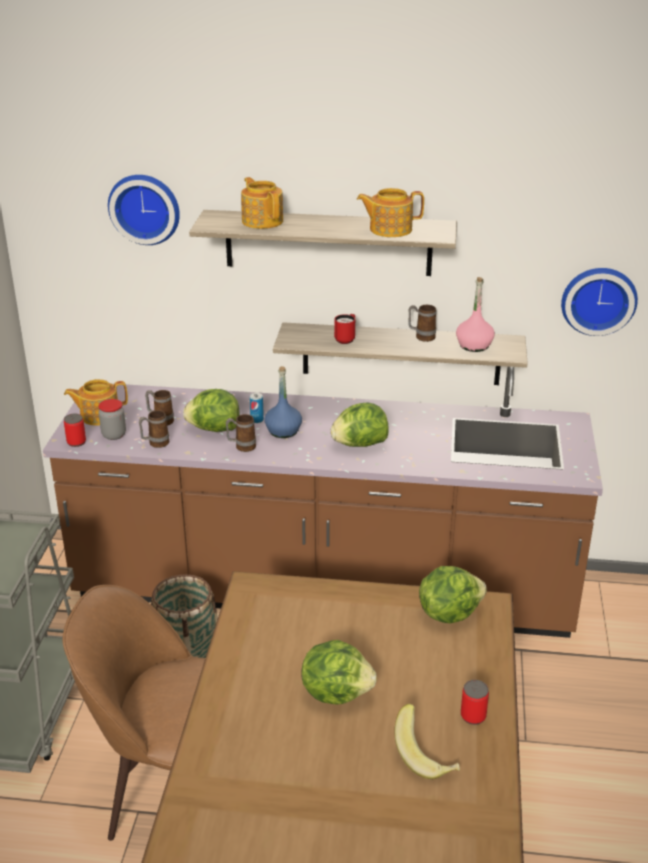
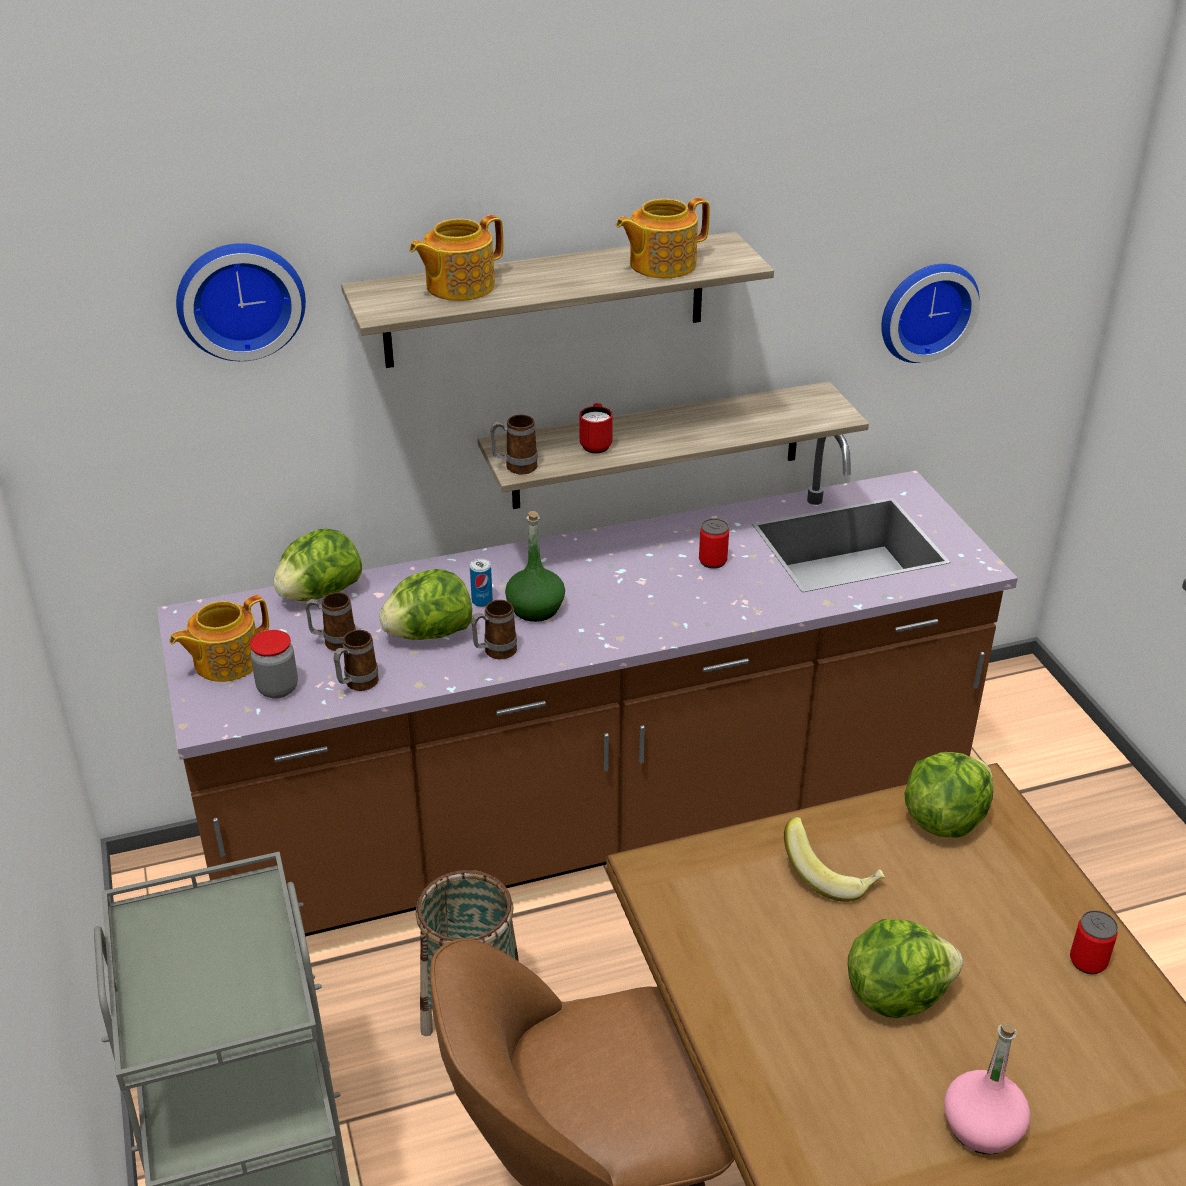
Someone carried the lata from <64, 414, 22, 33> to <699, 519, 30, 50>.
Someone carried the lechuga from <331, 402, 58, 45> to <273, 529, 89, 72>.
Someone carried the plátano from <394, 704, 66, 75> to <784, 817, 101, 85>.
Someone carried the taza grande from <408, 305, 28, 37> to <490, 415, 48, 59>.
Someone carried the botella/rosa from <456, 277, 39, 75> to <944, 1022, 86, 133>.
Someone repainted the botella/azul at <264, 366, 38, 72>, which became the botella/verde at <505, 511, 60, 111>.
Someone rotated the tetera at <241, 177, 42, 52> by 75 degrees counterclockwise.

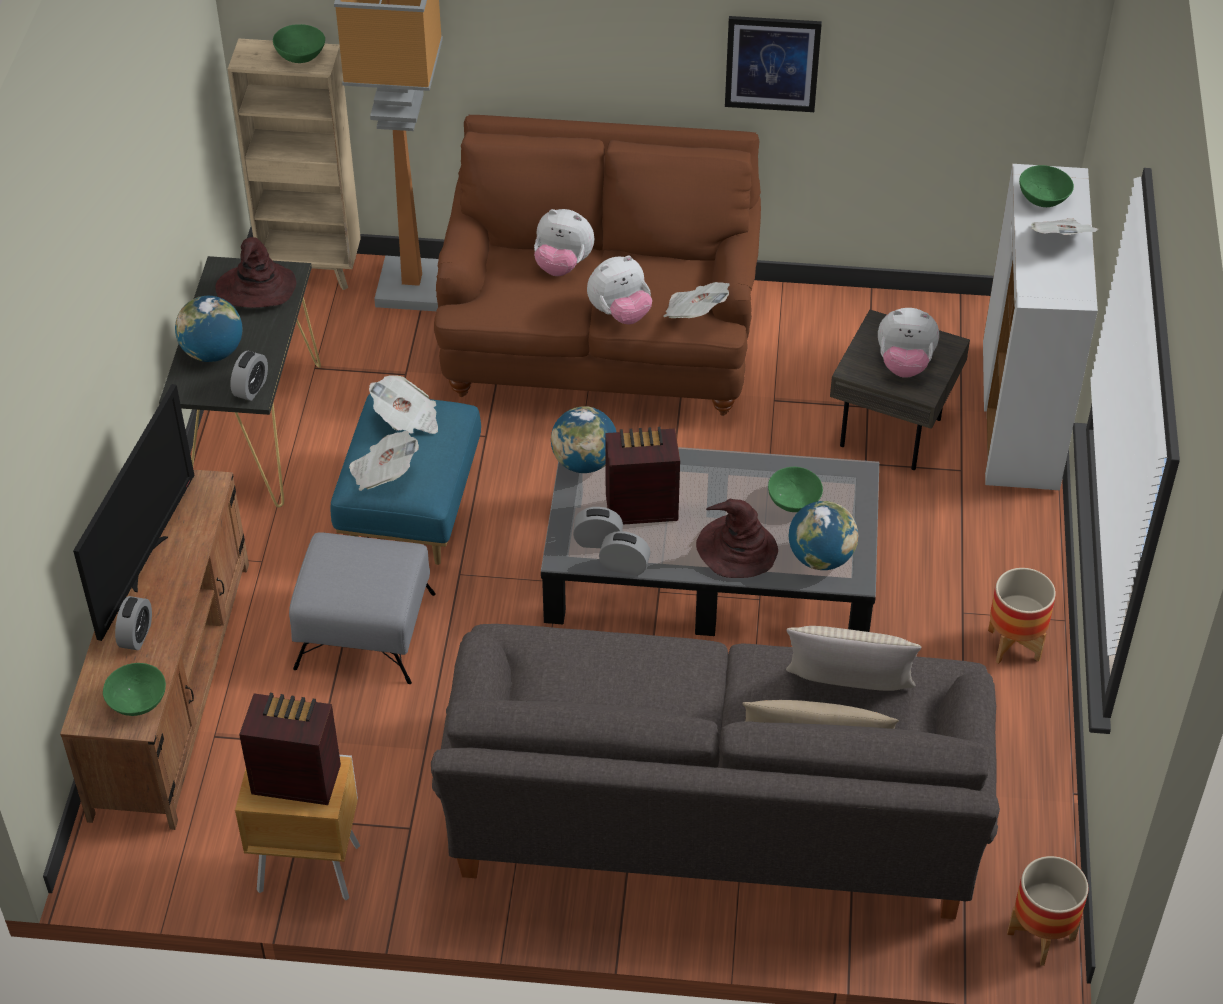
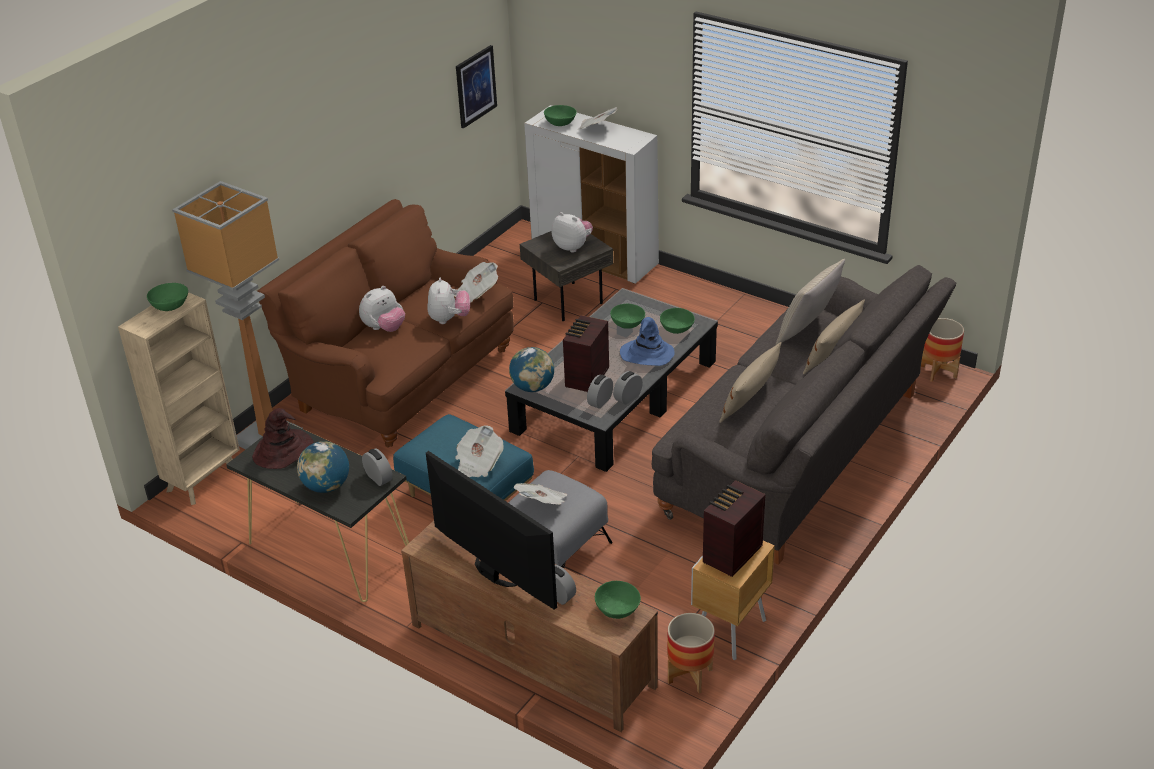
Someone put down the cojín/beis at <719, 342, 62, 81>.
Someone carried the periódico from <369, 375, 69, 59> to <514, 483, 53, 22>.
Someone carried the cuadro from <725, 16, 97, 96> to <456, 45, 41, 84>.
Someone carried the maceta from <988, 568, 68, 96> to <667, 613, 48, 80>.
Someone swapped the globo terráqueo at <789, 501, 69, 69> for the cuenco/verde at <660, 308, 35, 26>.
Someone repainted the sombrero/marrón at <696, 499, 82, 79>, which became the sombrero/azul at <620, 317, 55, 49>.
Someone rotated the peluche at <878, 308, 61, 70> by 90 degrees counterclockwise.

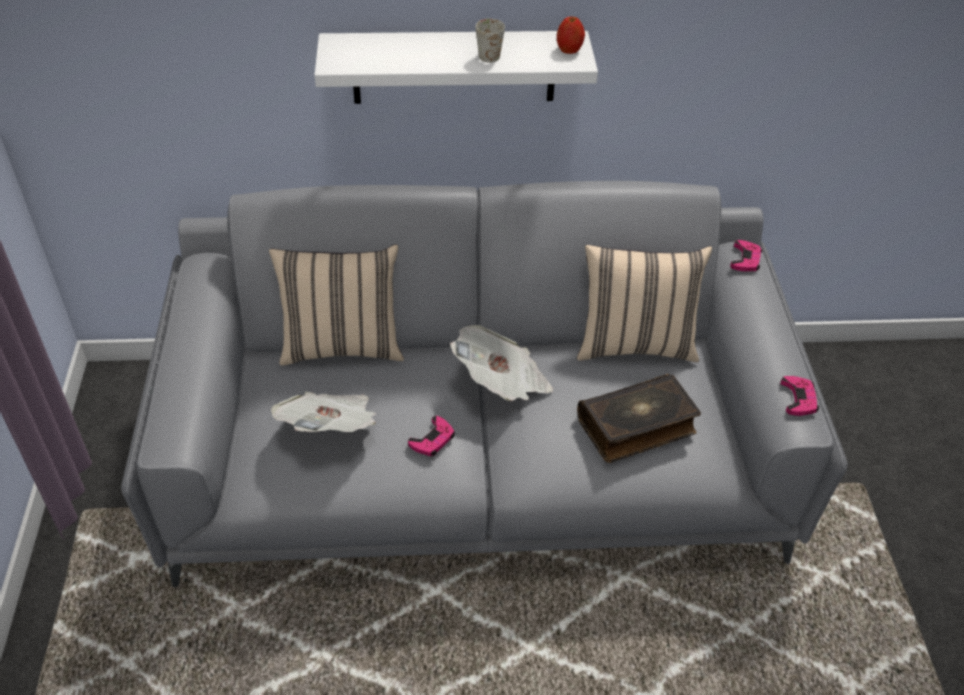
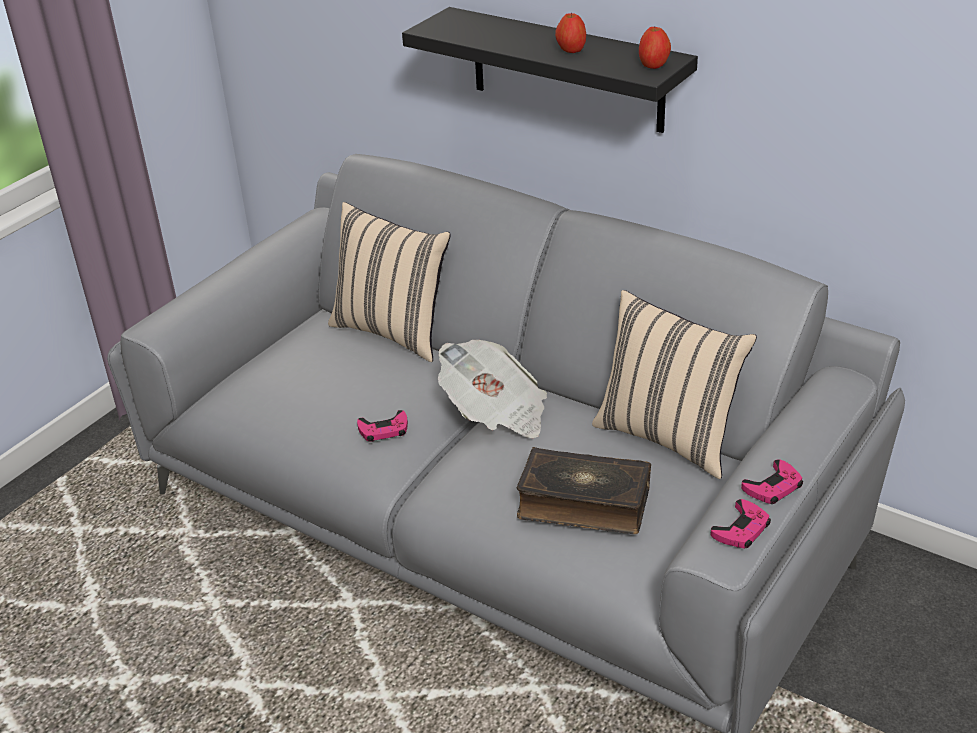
Someone took away the periódico at <271, 392, 104, 40>.
Someone carried the mando de consola/rosa from <730, 240, 32, 31> to <741, 459, 62, 45>.
Someone swapped the taza grande/blanco at <476, 19, 29, 44> for the manzana at <555, 13, 31, 40>.
Someone repainted the estante/blanco at <314, 31, 284, 73>, which became the estante/negro at <402, 7, 296, 126>.

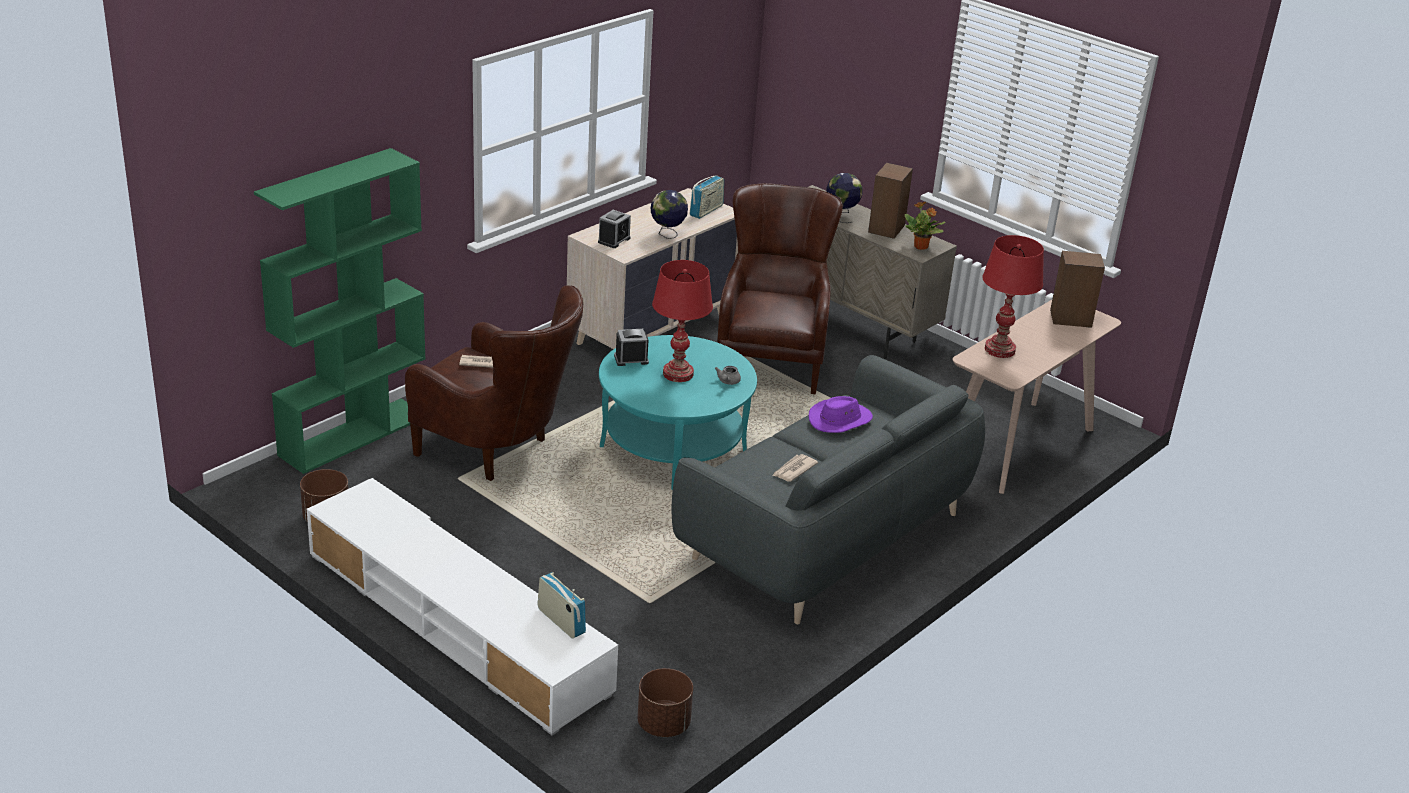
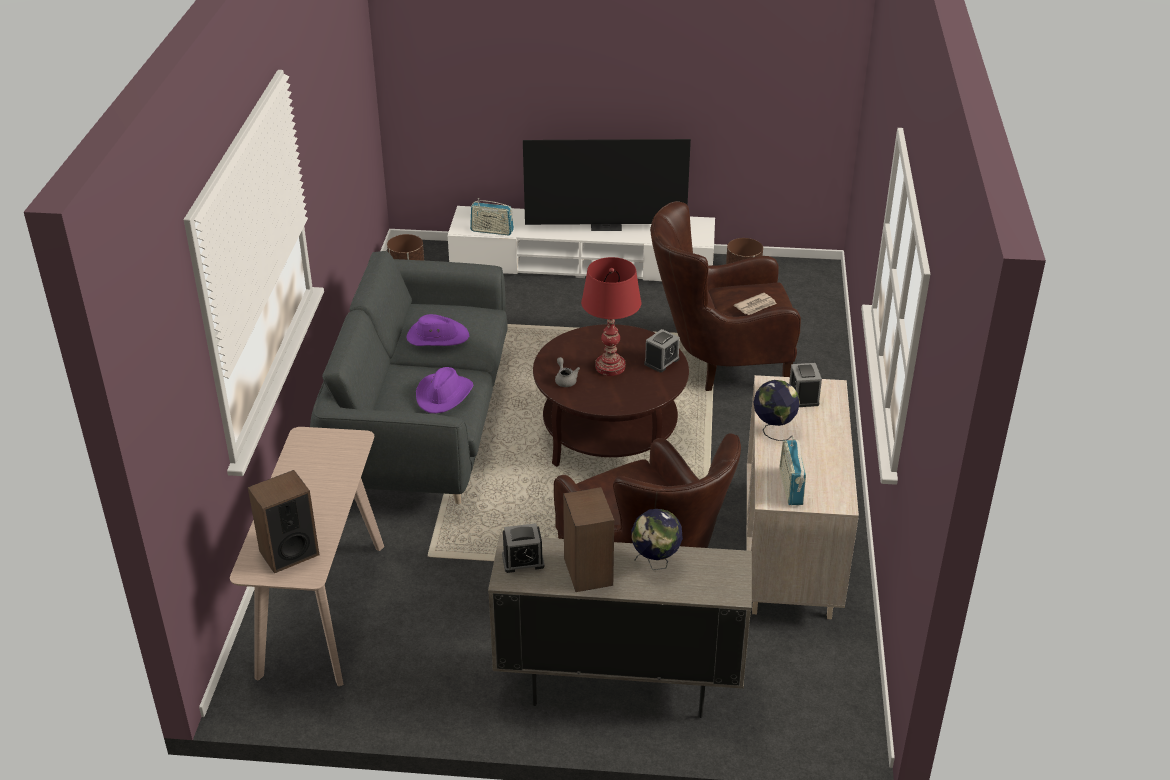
Someone took away the estantería/verde at <254, 148, 172, 326>.
Someone took away the lámpara de mesa/rojo at <982, 235, 62, 123>.
Someone put down the televisor at <523, 139, 168, 92>.
Someone swapped the periódico at <772, 454, 46, 28> for the sombrero/morado at <407, 314, 62, 32>.
Someone swapped the planta en maceta at <905, 202, 41, 48> for the despertador at <502, 523, 43, 50>.
Someone repainted the mesa de centro/turquesa at <599, 335, 158, 155>, which became the mesa de centro/marrón at <533, 324, 156, 143>.

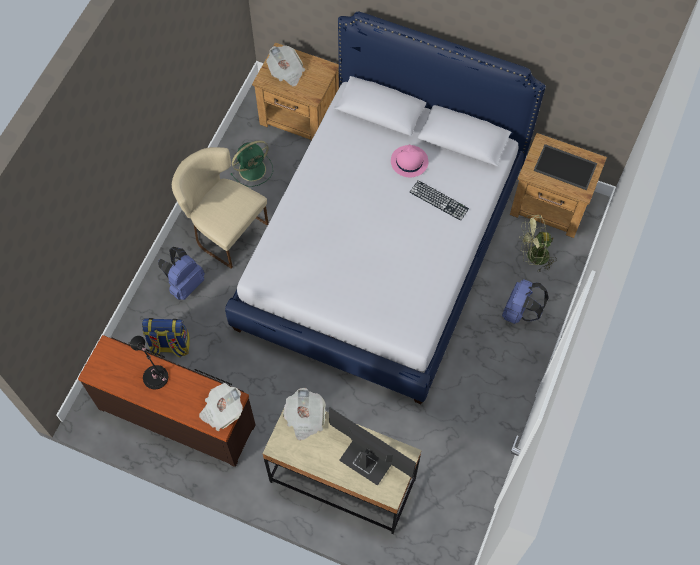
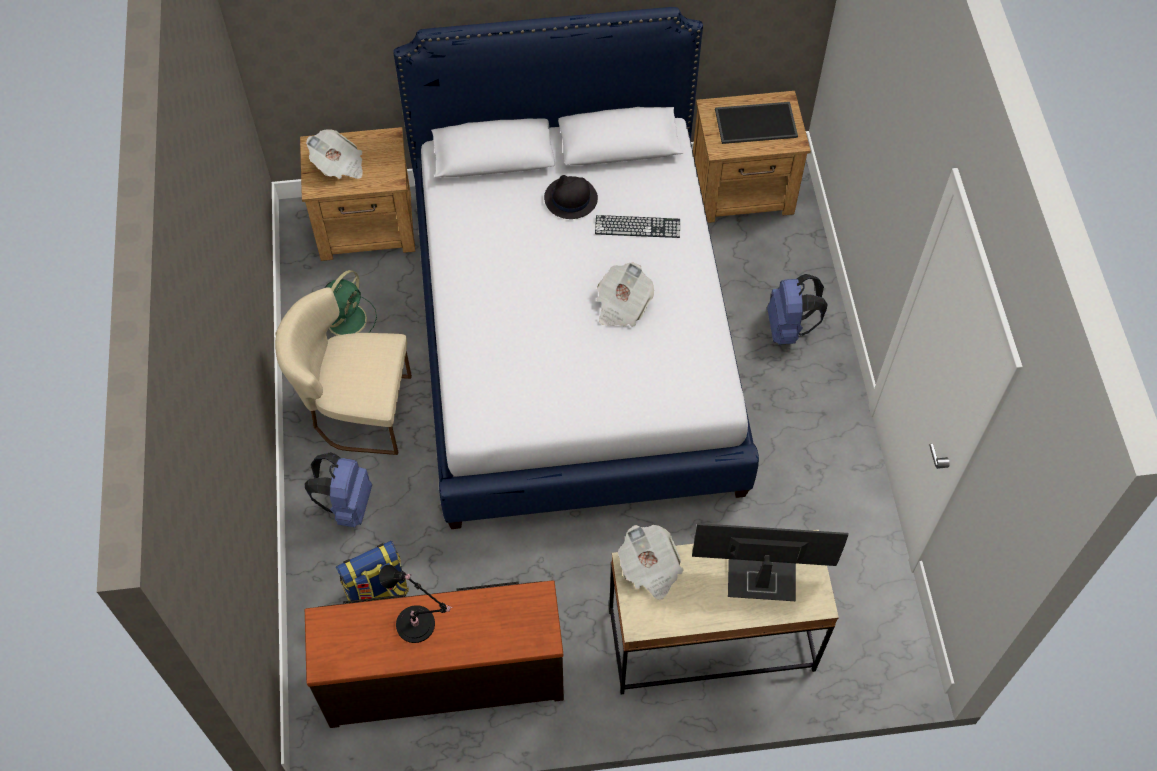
Someone took away the ventilador/verde at <519, 215, 38, 57>.
Someone carried the periódico from <199, 383, 44, 48> to <597, 262, 57, 65>.
Someone repainted the sombrero/rosa at <391, 145, 37, 32>, which became the sombrero/negro at <544, 175, 54, 44>.

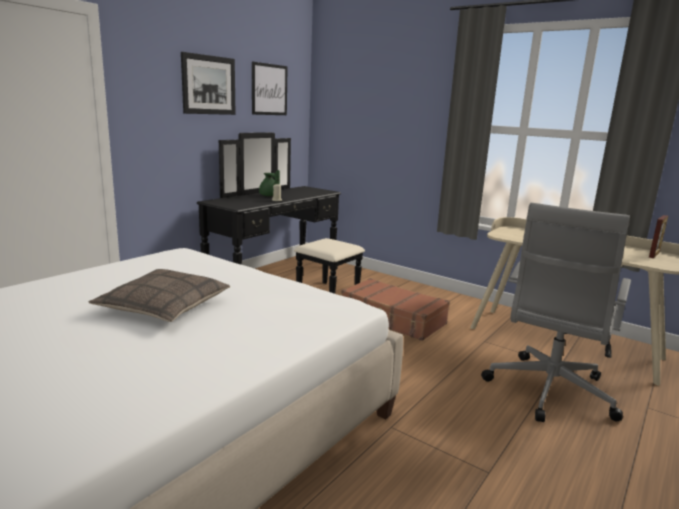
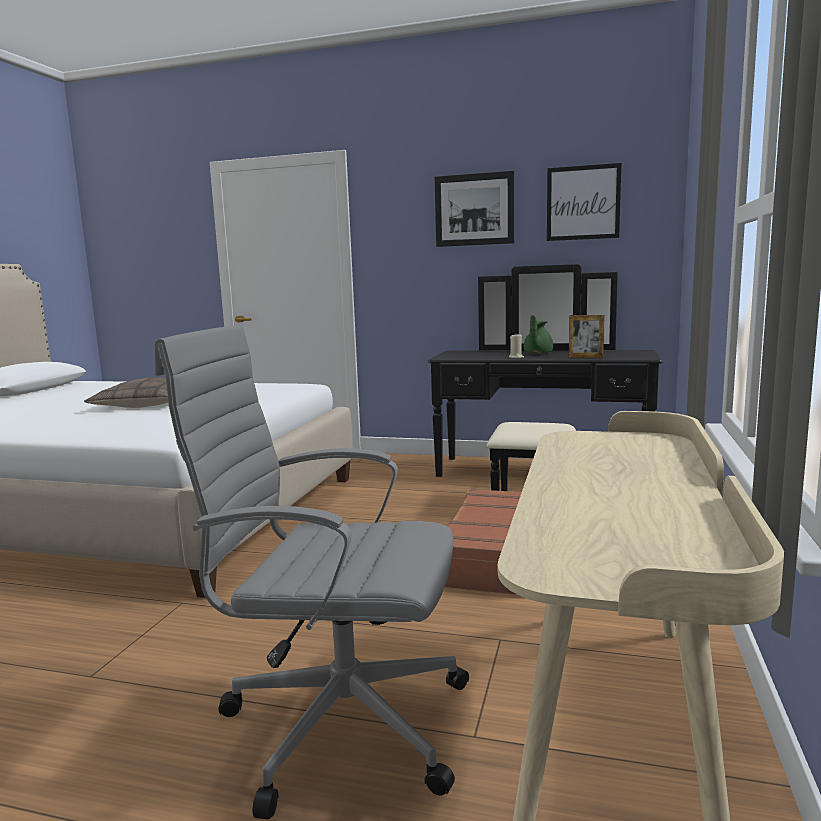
Someone carried the portarretratos from <649, 215, 19, 43> to <569, 315, 36, 43>.

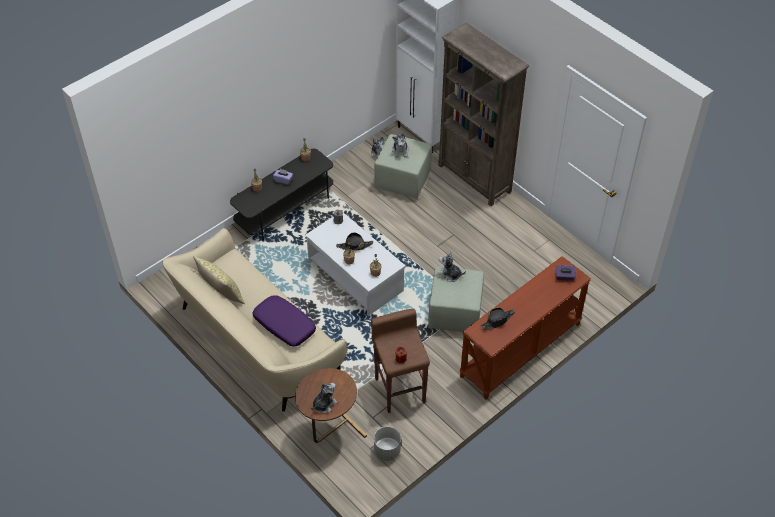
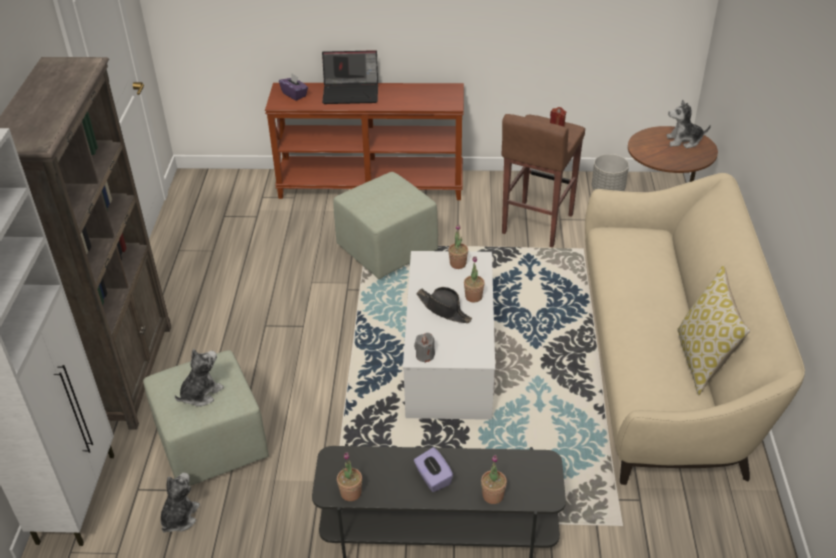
Someone took away the cojín/morado at <252, 295, 64, 51>.
Someone took away the peluche at <439, 252, 27, 30>.
Someone took away the sombrero/negro at <481, 308, 34, 21>.
Someone put down the portátil at <322, 50, 56, 54>.

